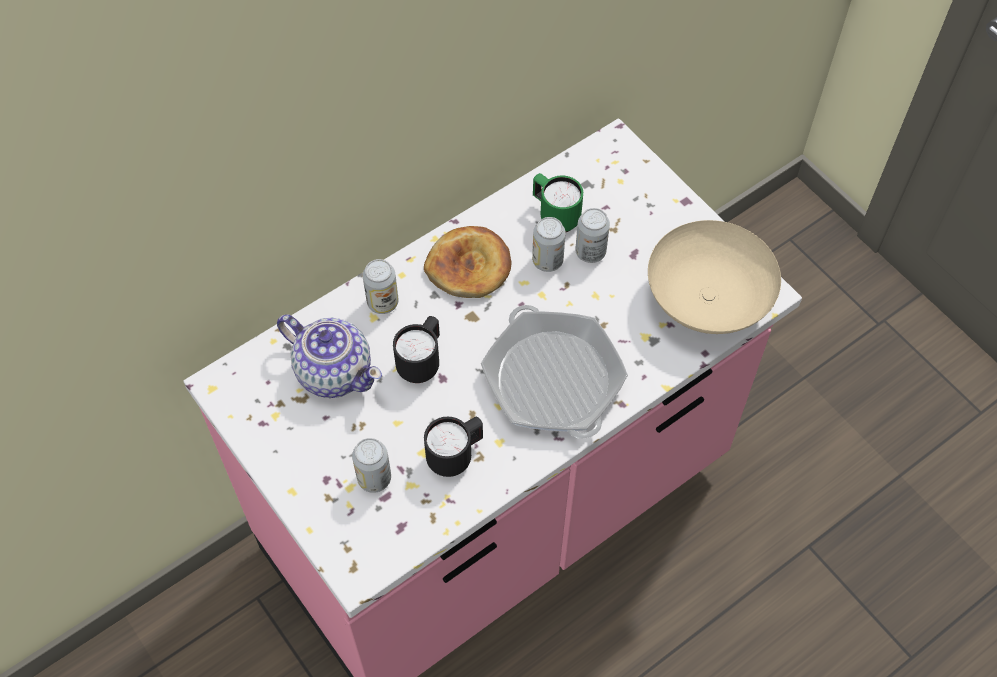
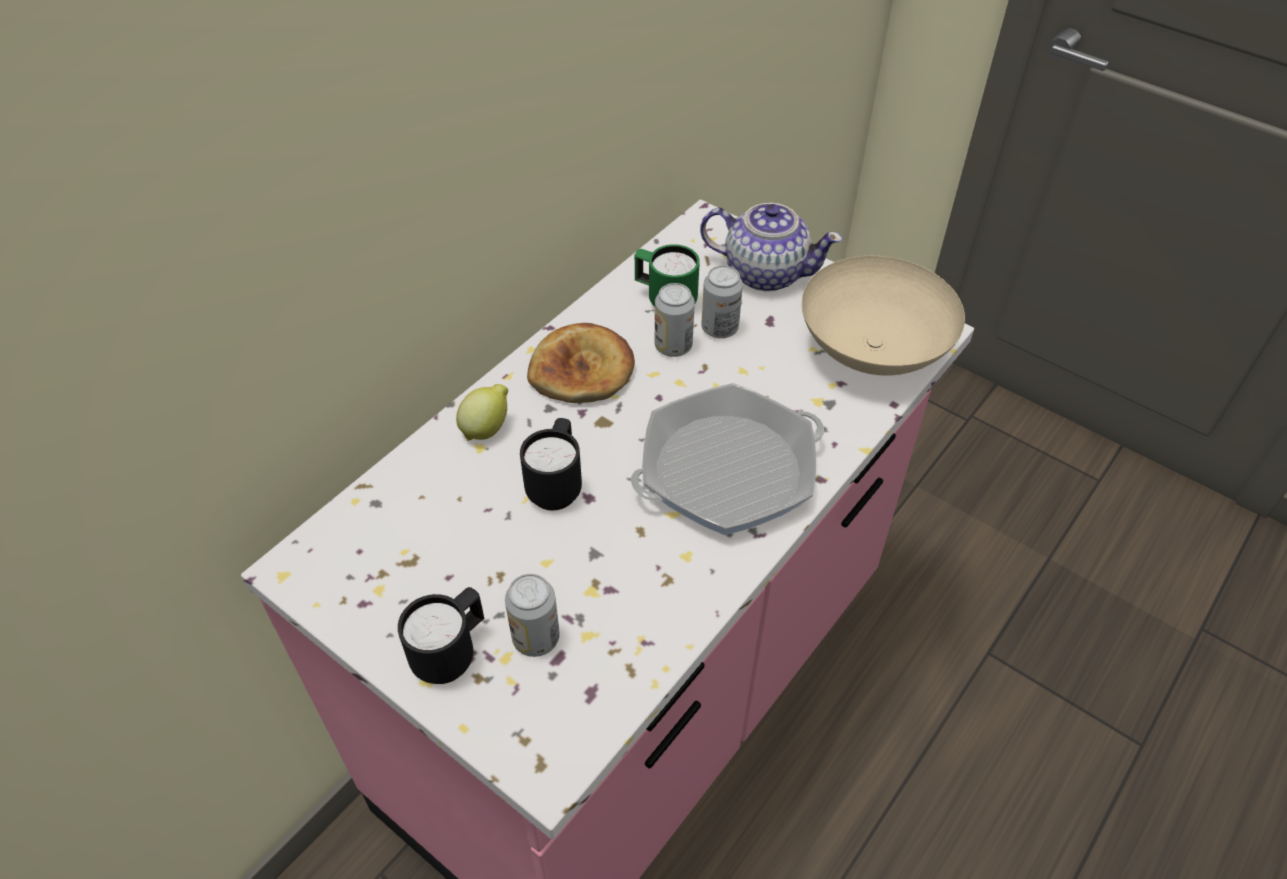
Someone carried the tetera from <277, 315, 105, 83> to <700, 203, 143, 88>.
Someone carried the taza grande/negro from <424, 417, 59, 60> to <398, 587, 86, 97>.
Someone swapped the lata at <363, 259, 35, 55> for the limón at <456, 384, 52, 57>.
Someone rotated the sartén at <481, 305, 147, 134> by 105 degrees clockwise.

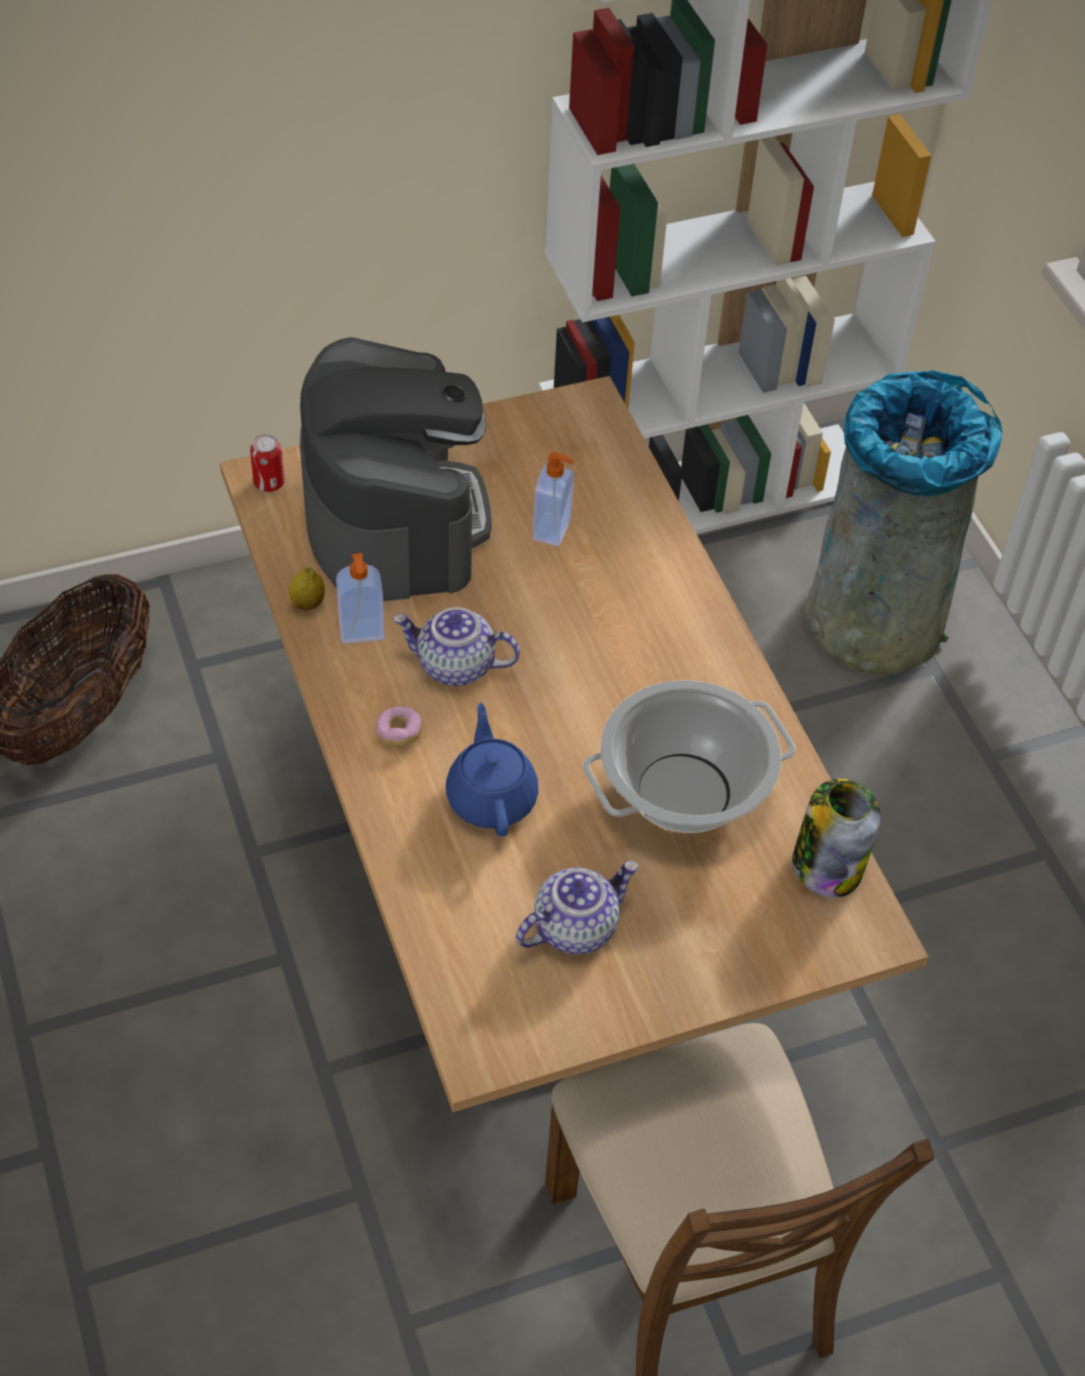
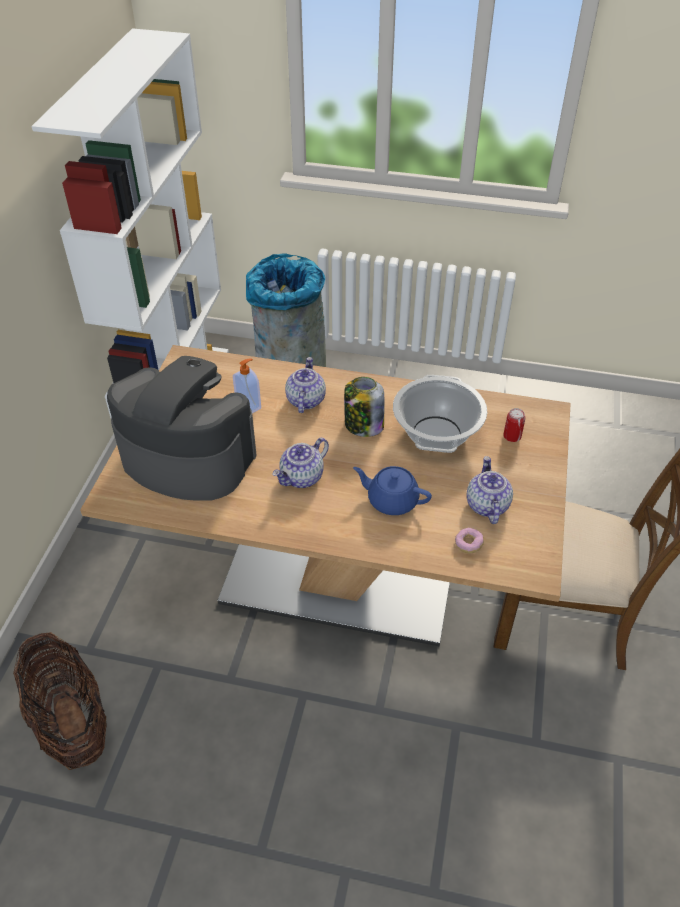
Someone took away the limón at <289, 567, 36, 43>.
Someone took away the dispensador de jabón at <336, 553, 49, 90>.
Someone put down the tetera at <285, 357, 41, 56>.
Someone carried the lata from <250, 434, 35, 58> to <503, 408, 23, 34>.
Someone carried the rosquilla from <375, 706, 47, 41> to <455, 528, 29, 26>.
Someone carried the tarro from <793, 779, 88, 119> to <344, 377, 40, 60>.

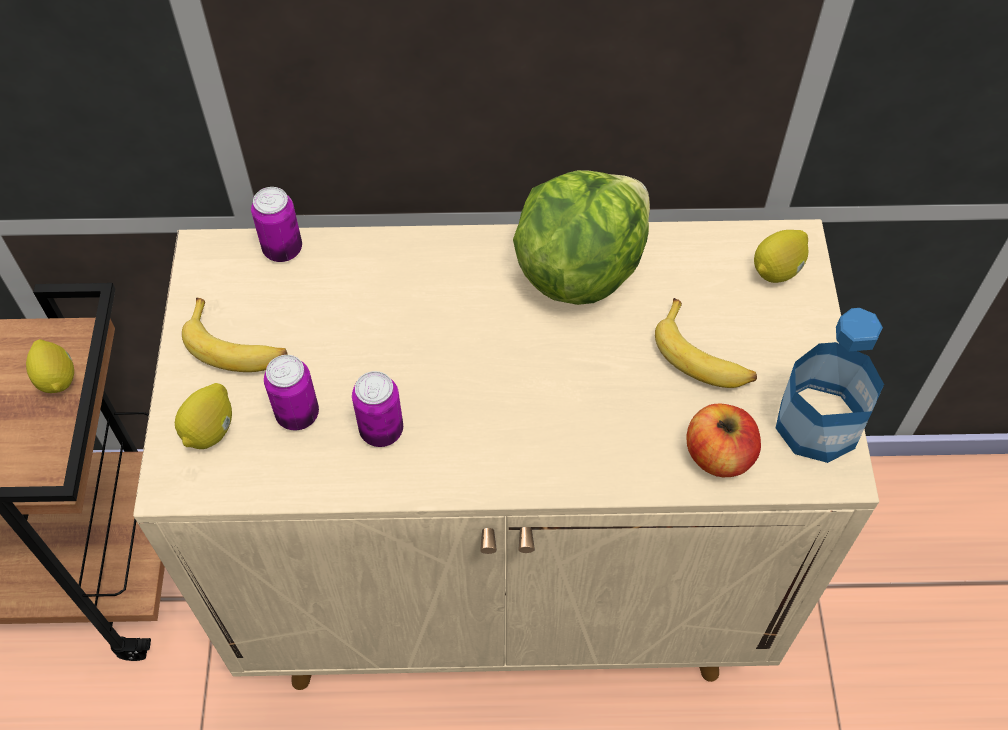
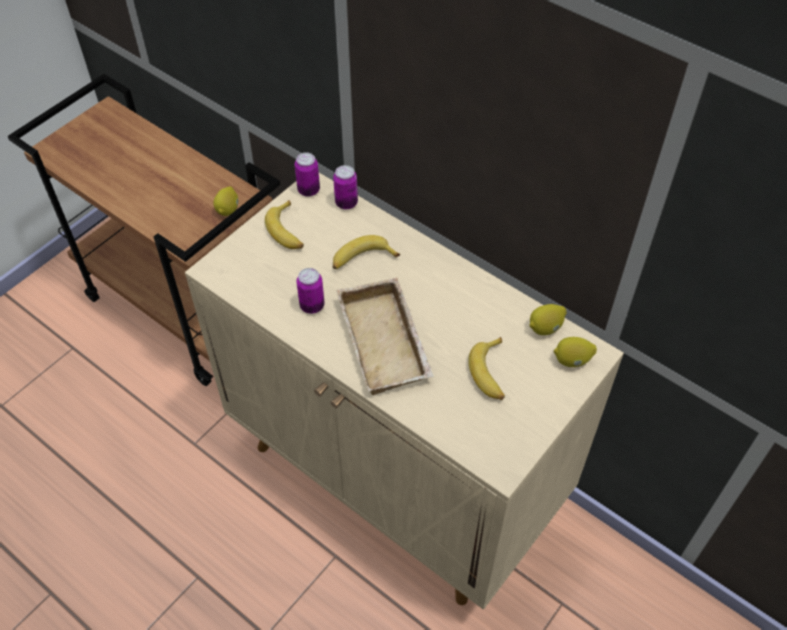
Someone took away the lechuga at <513, 170, 137, 135>.
Someone took away the manzana at <686, 404, 75, 73>.
Someone took away the botella at <776, 308, 108, 155>.
Someone put down the plátano at <333, 235, 67, 34>.
Someone put down the bandeja/beis at <336, 278, 98, 117>.
Someone carried the limón from <175, 383, 57, 66> to <530, 304, 37, 31>.
Someone carried the lata from <264, 355, 55, 75> to <295, 152, 25, 44>.

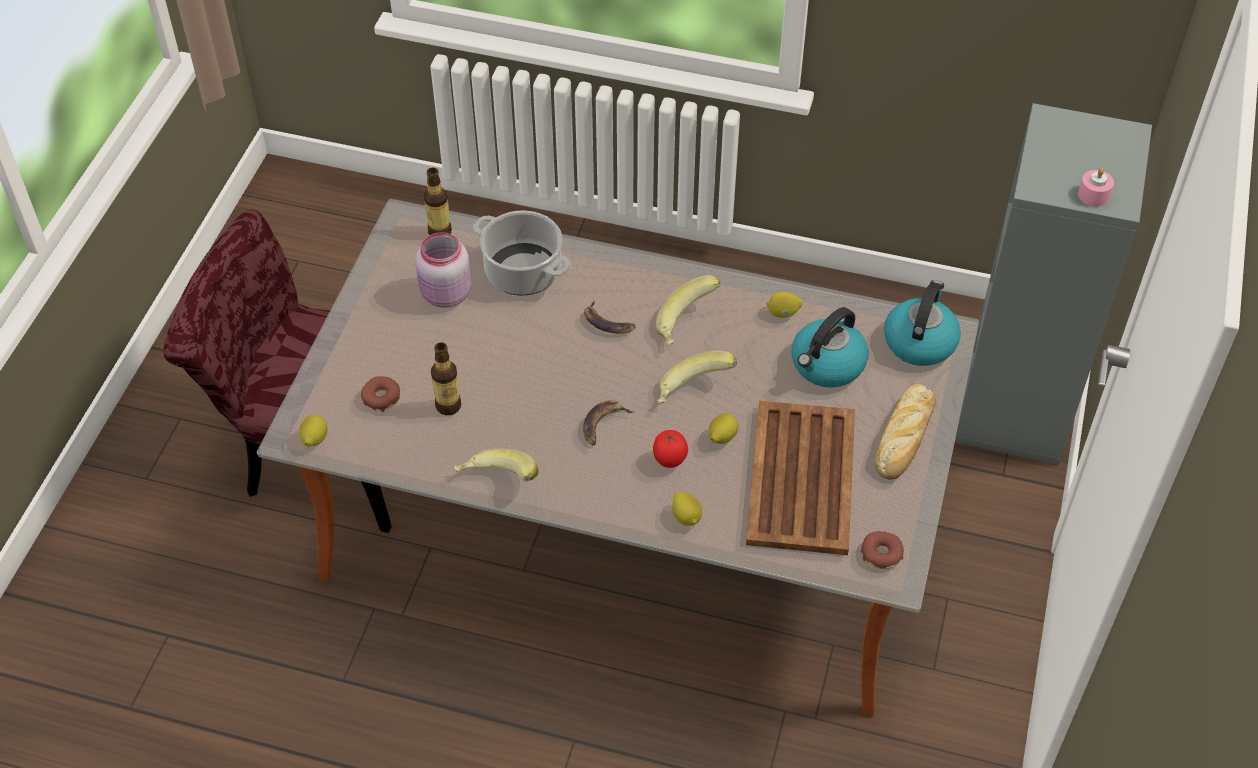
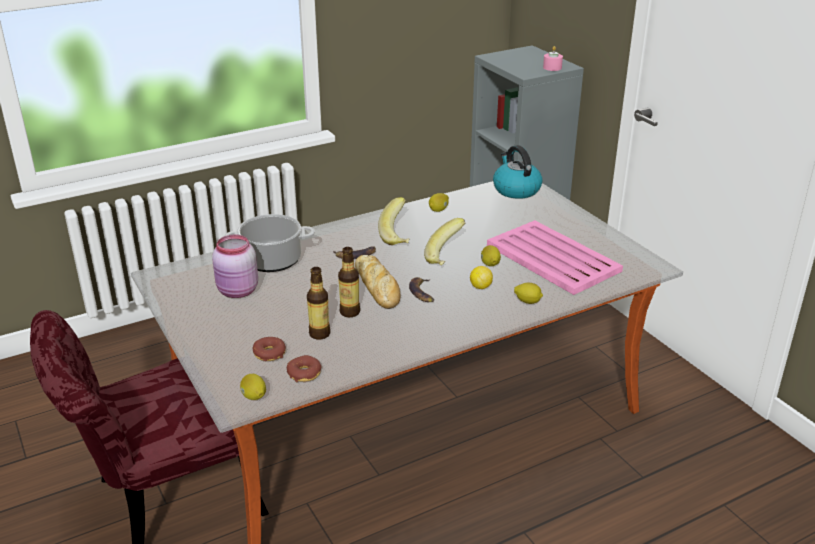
Someone took away the plátano at <453, 449, 85, 32>.
Someone took away the hervidor at <792, 307, 76, 81>.
Someone carried the botella from <424, 168, 28, 67> to <338, 247, 22, 70>.
Someone carried the rosquilla from <861, 531, 43, 38> to <287, 355, 35, 27>.
Someone carried the pan from <874, 384, 62, 95> to <355, 255, 46, 54>.
Someone swapped the tomate at <653, 430, 35, 38> for the limón at <470, 266, 23, 23>.
Someone repainted the bandeja/marrón at <746, 401, 109, 154>, which became the bandeja/rosa at <487, 220, 136, 75>.

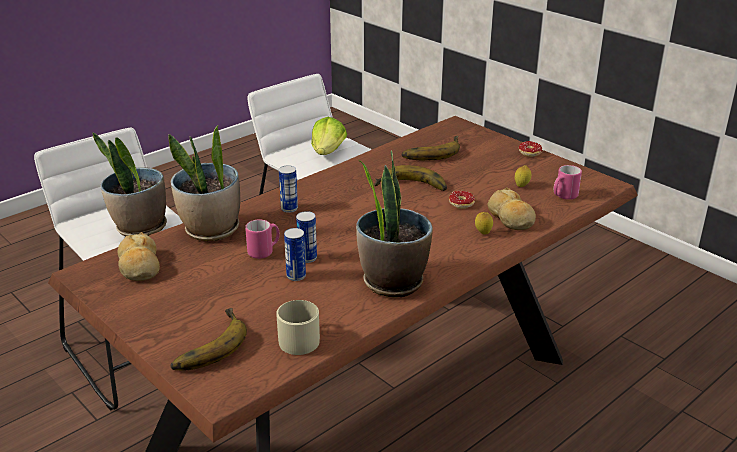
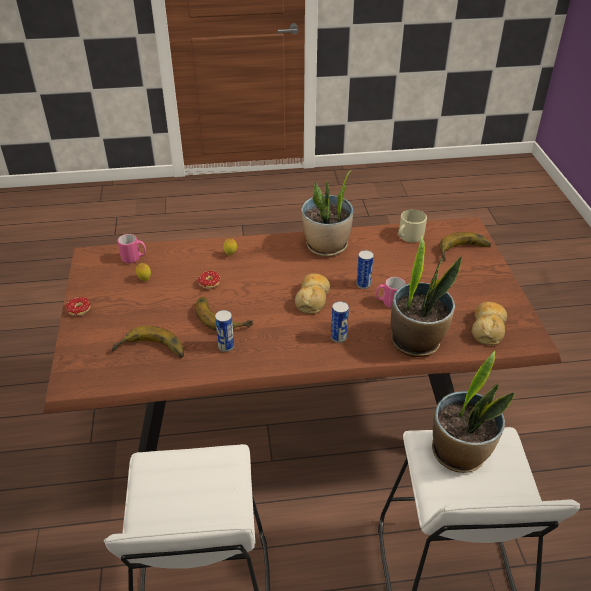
Someone took away the lechuga at <311, 117, 36, 38>.
Someone carried the lata from <284, 228, 22, 53> to <215, 310, 19, 42>.
Someone carried the pan from <488, 188, 48, 42> to <295, 273, 35, 41>.

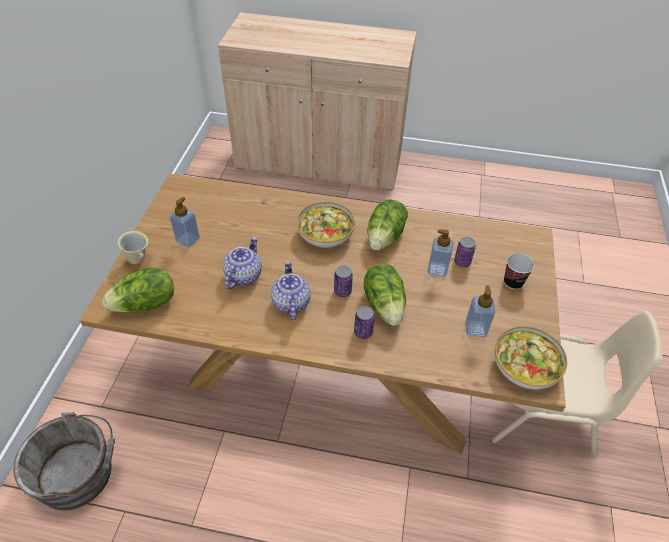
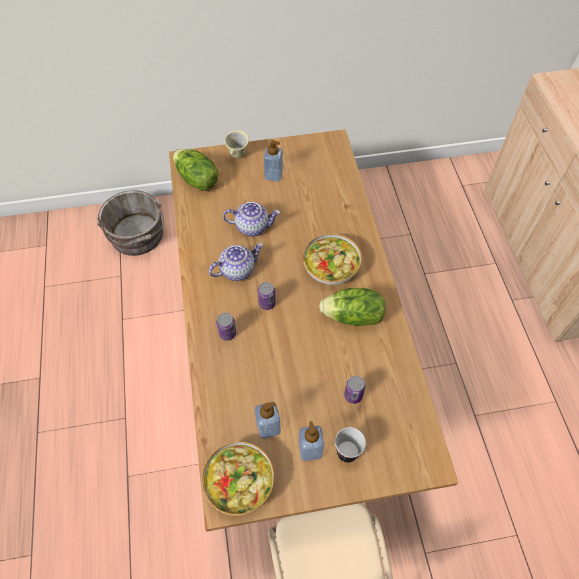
Someone took away the lechuga at <364, 264, 42, 62>.
Someone carried the dispensador de jabón from <427, 230, 27, 47> to <299, 421, 25, 40>.

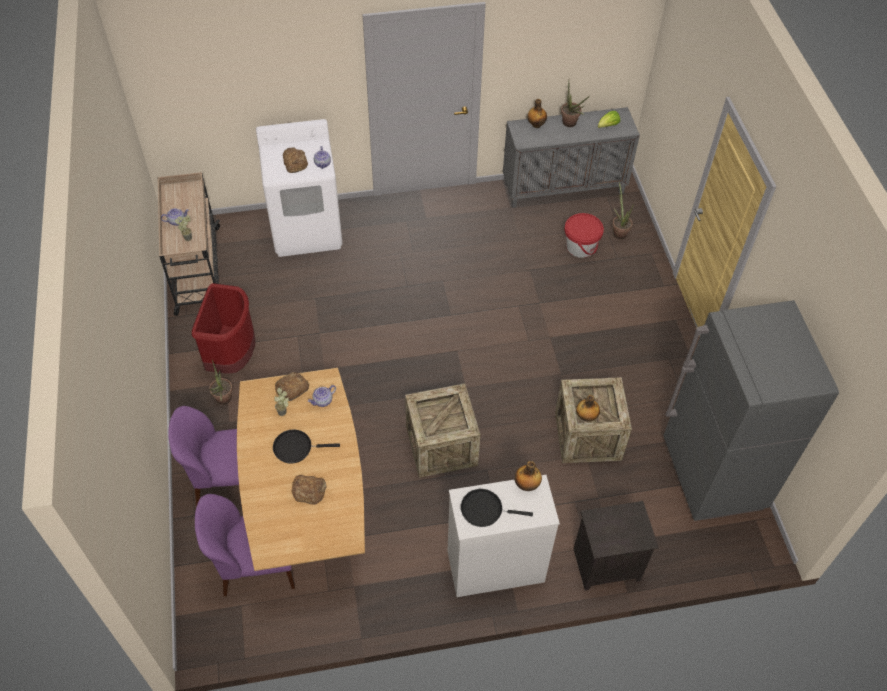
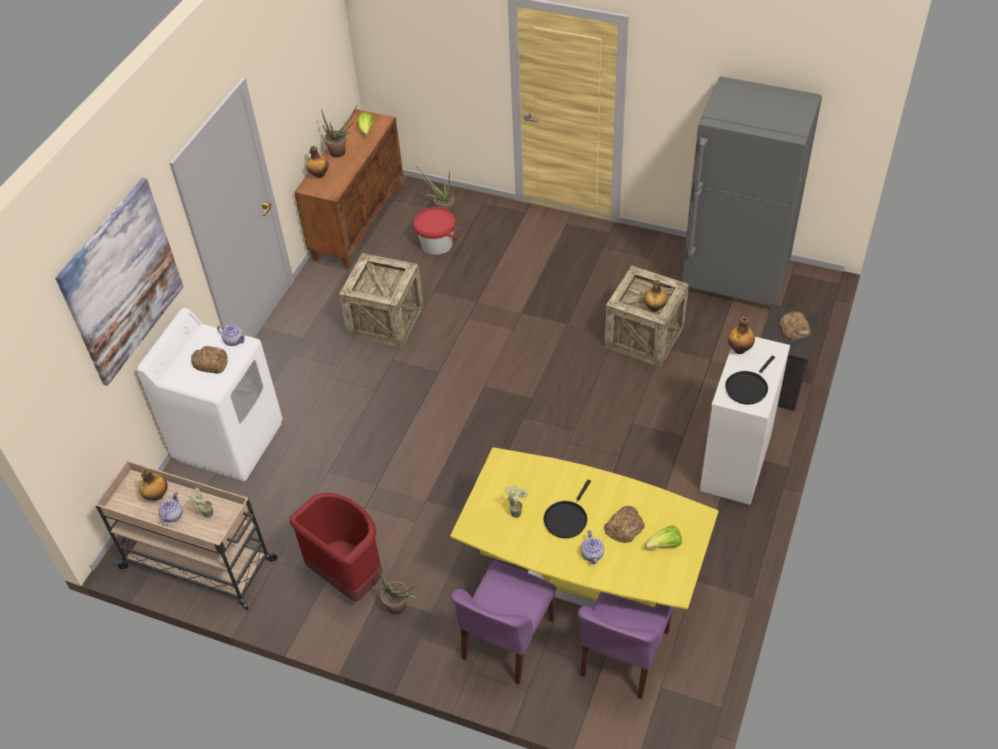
Someone put up the cuadro at <55, 178, 129, 208>.
Someone put down the botella at <139, 468, 28, 33>.
Someone put down the lechuga at <645, 526, 37, 23>.
Someone carried the pan from <275, 372, 34, 29> to <779, 311, 32, 30>.
Someone carried the tetera from <308, 385, 28, 22> to <581, 530, 23, 34>.
Someone carried the caja de embalaje from <405, 384, 75, 94> to <339, 253, 84, 95>.
Someone repainted the mesa de comedor/marrón at <237, 368, 128, 203>, which became the mesa de comedor/amarillo at <450, 447, 269, 163>.
Someone repainted the armario/gris at <503, 107, 137, 101>, which became the armario/marrón at <294, 109, 109, 160>.

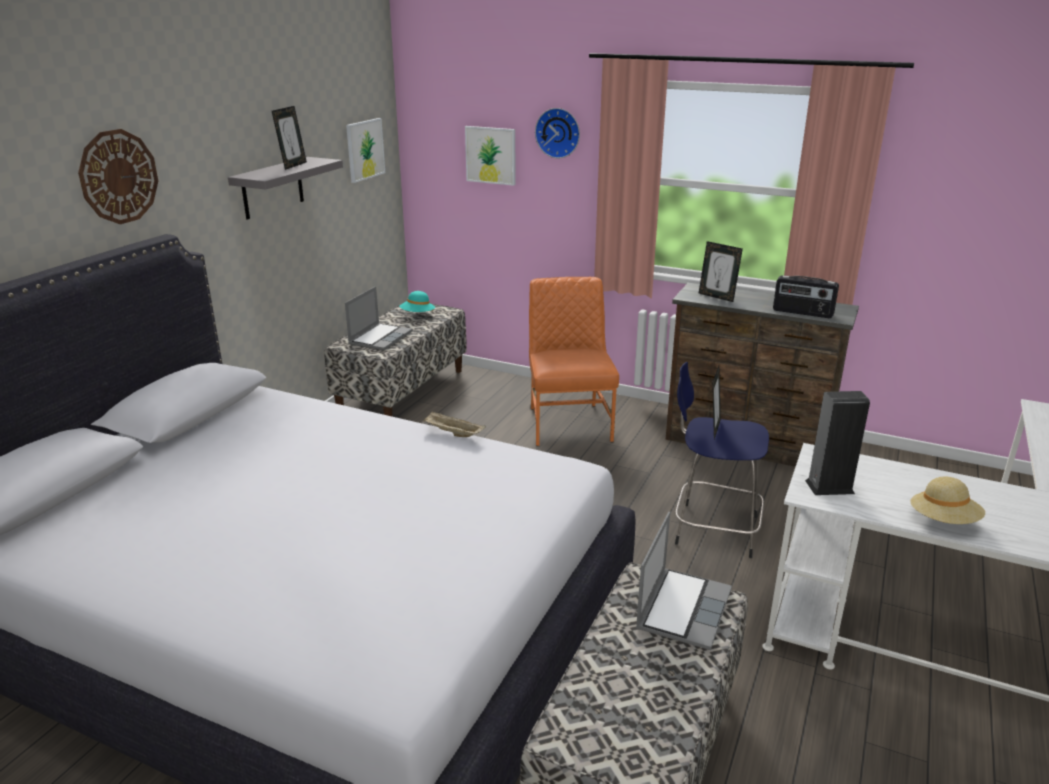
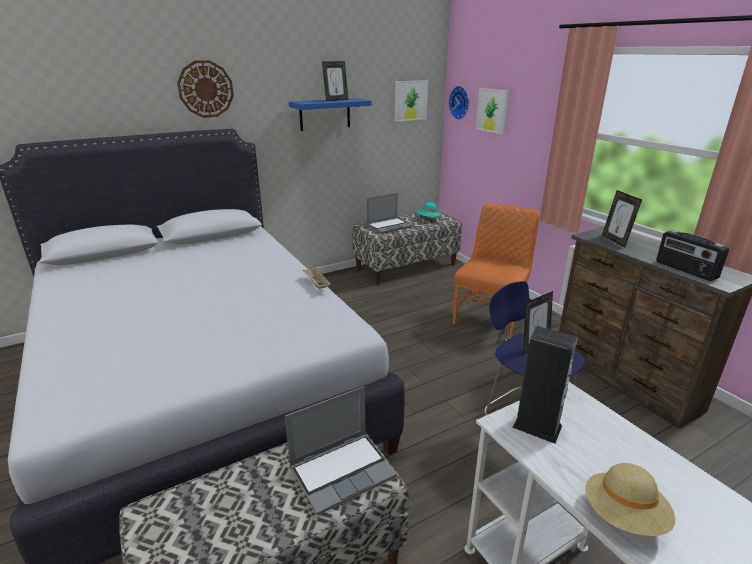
Someone carried the reloj de pared from <535, 108, 45, 51> to <448, 86, 21, 34>.
Someone repainted the estante/gris at <228, 157, 115, 63>, which became the estante/azul at <289, 98, 82, 33>.

